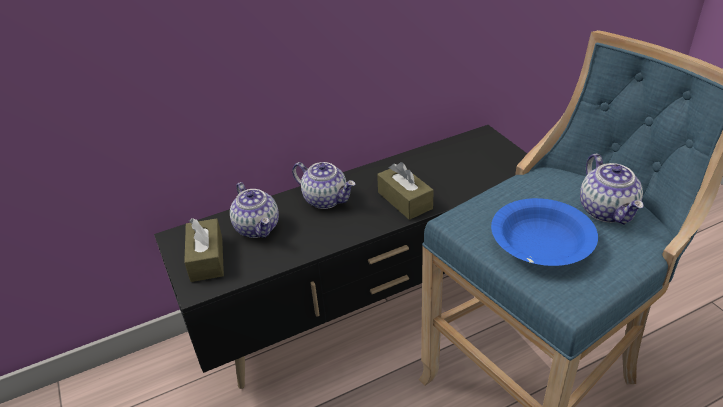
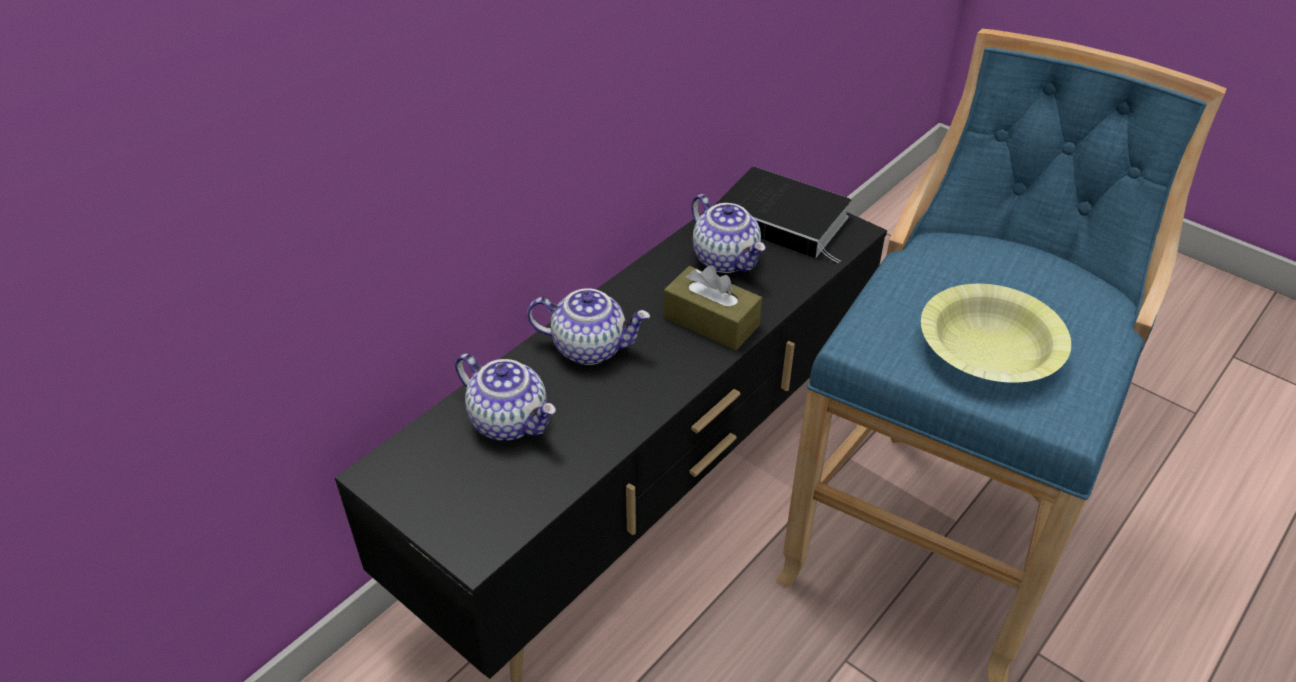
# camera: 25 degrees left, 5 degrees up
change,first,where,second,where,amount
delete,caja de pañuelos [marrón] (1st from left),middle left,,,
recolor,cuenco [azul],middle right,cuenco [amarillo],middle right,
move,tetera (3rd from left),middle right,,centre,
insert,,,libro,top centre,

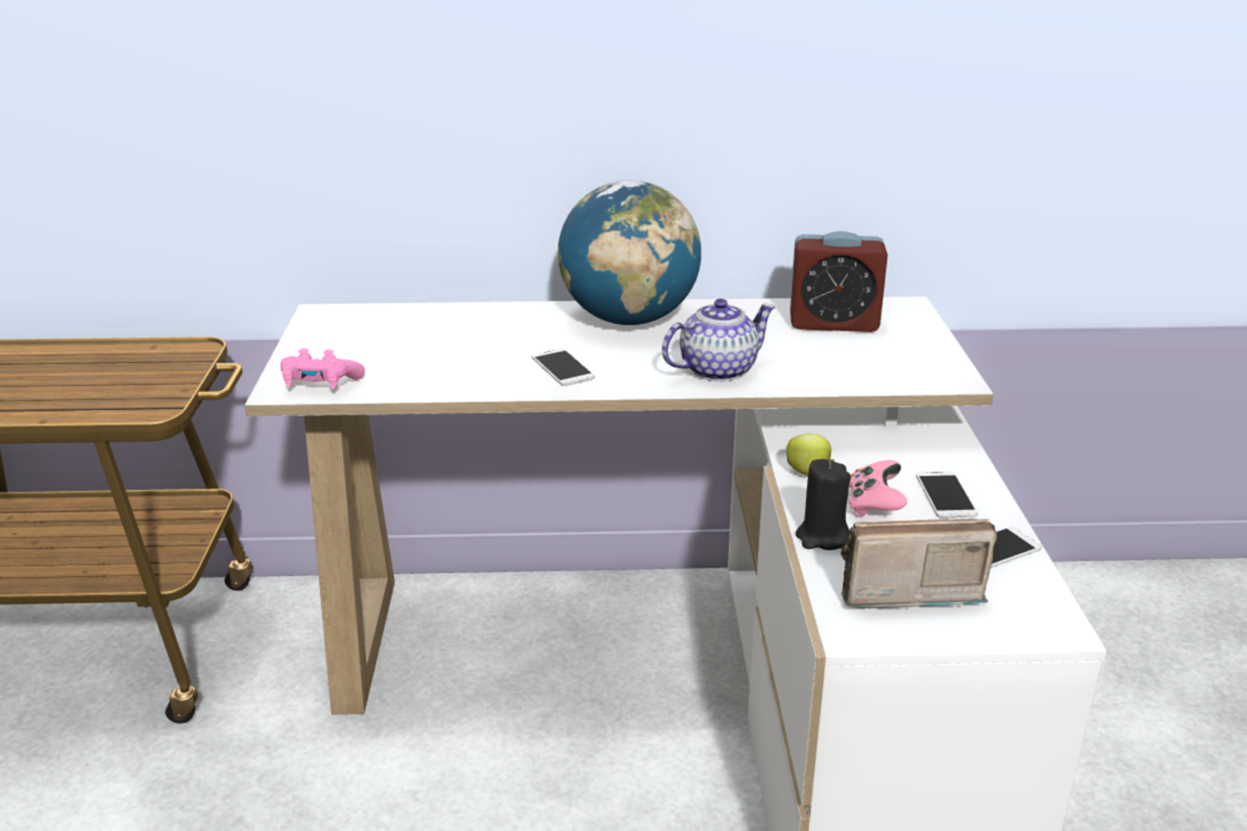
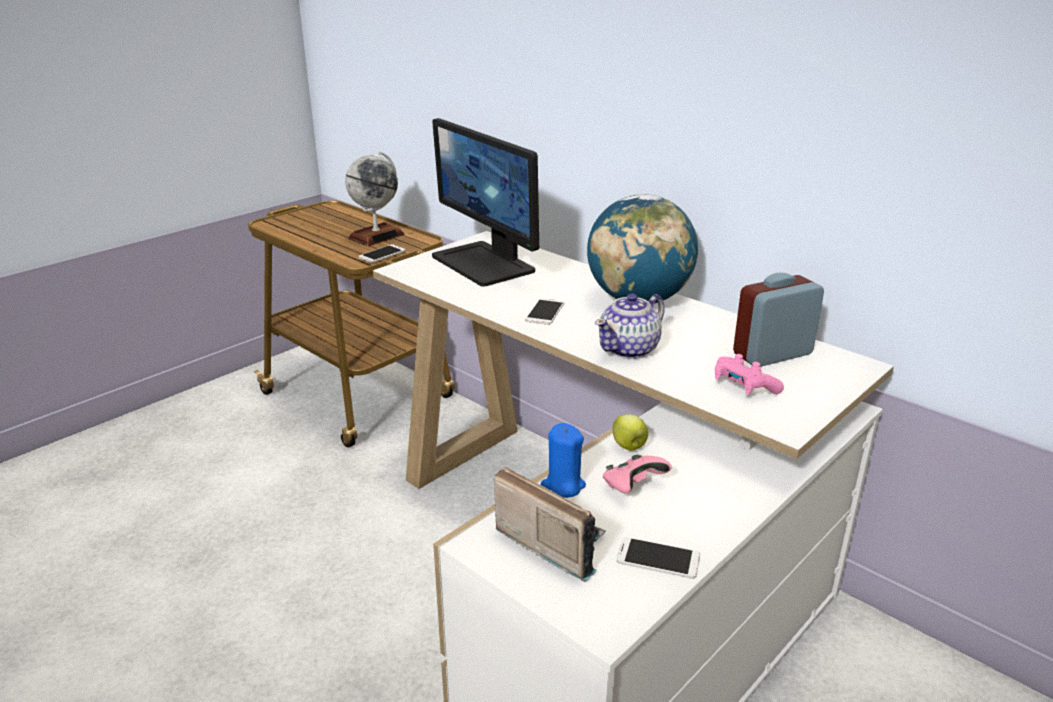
# camera: 45 degrees right, 0 degrees up
change,first,where,second,where,amount
move,mando de consola [rosa] (1st from left in the first image),middle left,mando de consola [rosa] (2nd from left),middle right,
rotate,tetera,centre,,centre,120 degrees clockwise
rotate,despertador,middle right,,middle right,105 degrees clockwise
recolor,vela [negro],centre,vela [azul],centre,
move,móvil (2nd from left in the first image),middle right,móvil (1st from left),centre,
insert,,,globo terráqueo (1st from left),top centre,
insert,,,monitor,top centre,

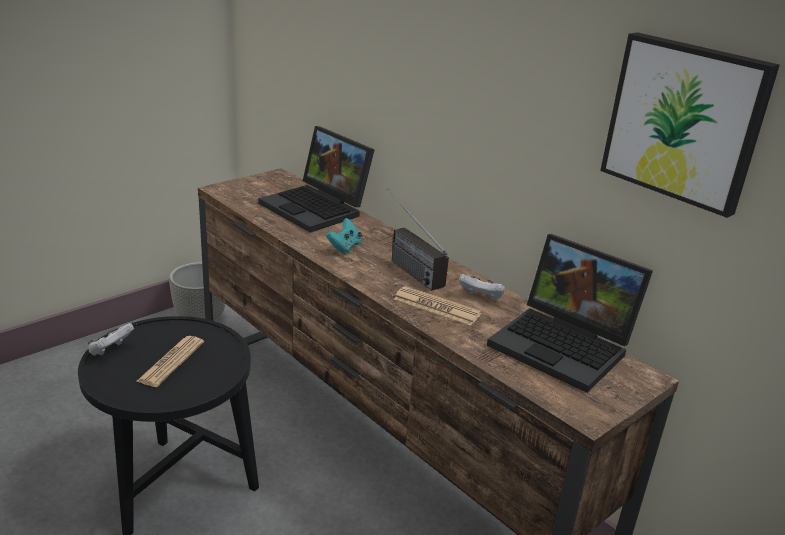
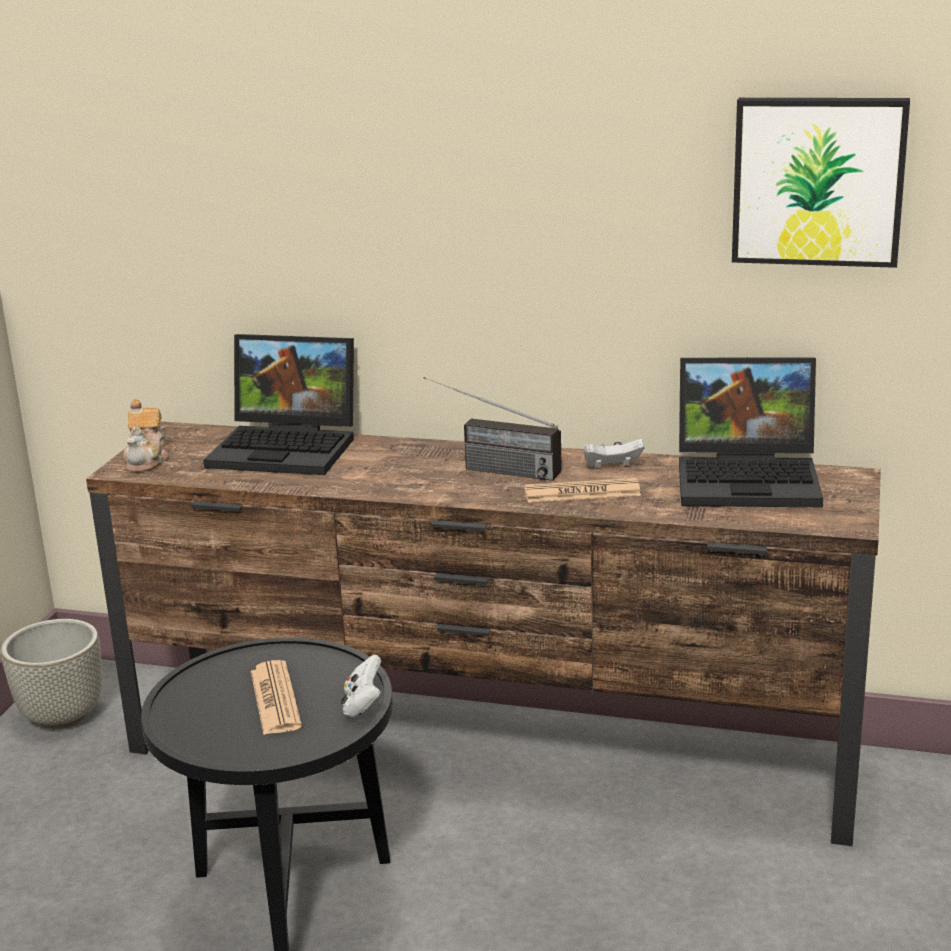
# camera: 30 degrees left, 5 degrees down
change,first,where,second,where,amount
move,mando de consola [blanco] (1st from left),middle left,,bottom centre,
delete,mando de consola [turquesa],centre,,,
insert,,,tetera,middle left,

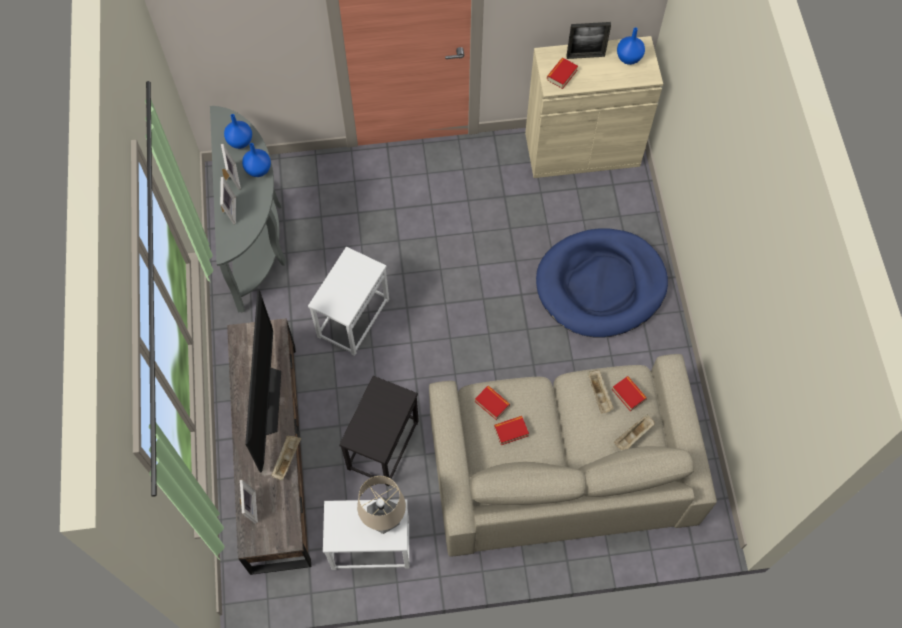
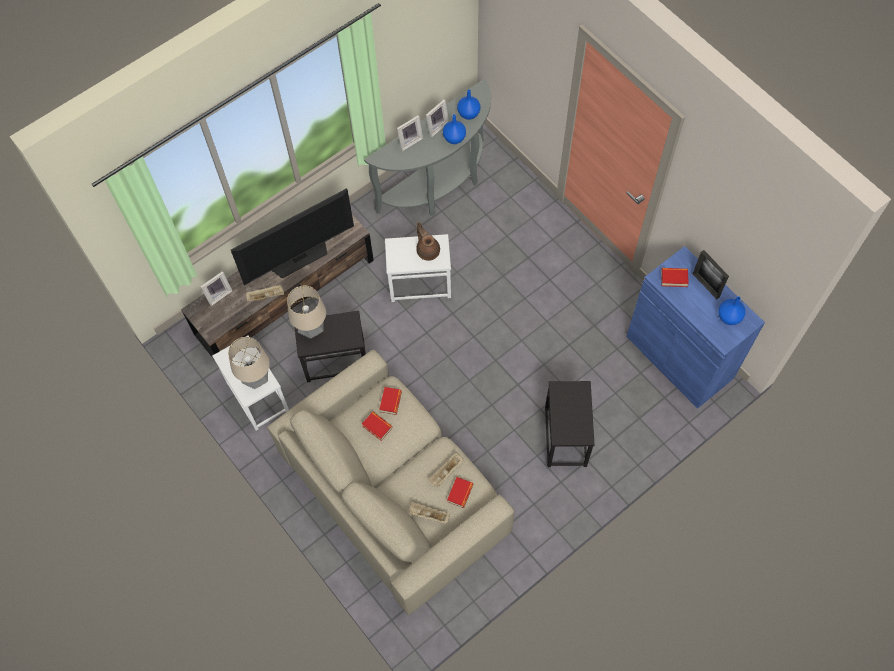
# camera: 60 degrees right, 0 degrees up
change,first,where,second,where,amount
recolor,armario [beis],top centre,armario [azul],middle right,
replace,cama para perro [azul],middle right,mesa auxiliar [negro] (2nd from left),centre,
insert,,,lámpara de mesa (2nd from left),centre,
insert,,,tetera [marrón],centre,

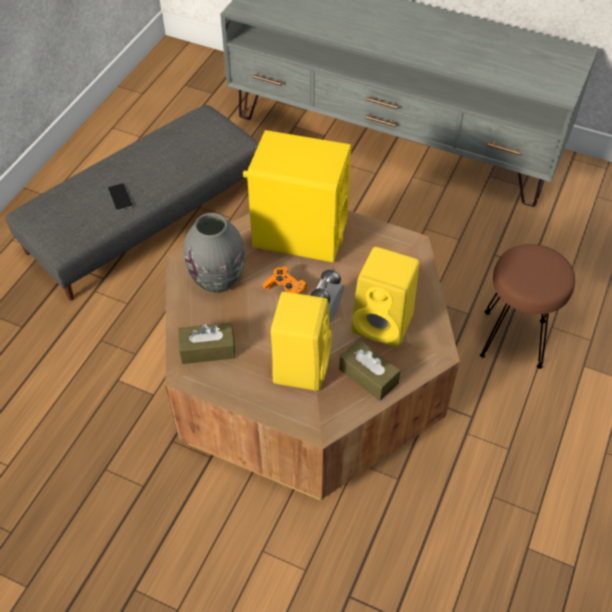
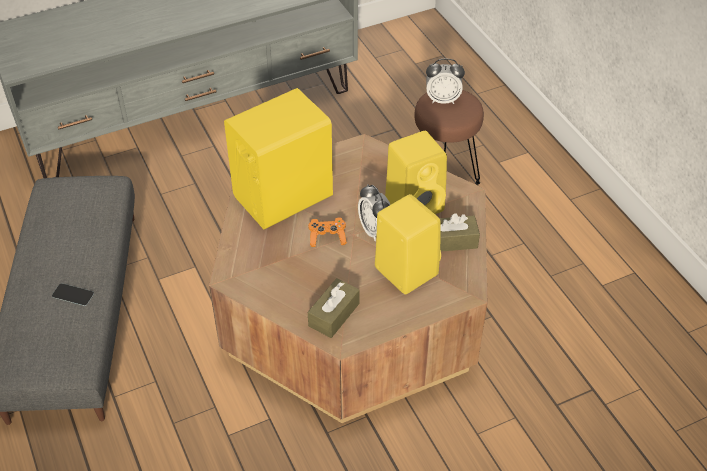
# camera: 50 degrees left, 5 degrees down
change,first,where,second,where,amount
delete,florero [gris],centre,,,
insert,,,despertador (2nd from left),top centre,

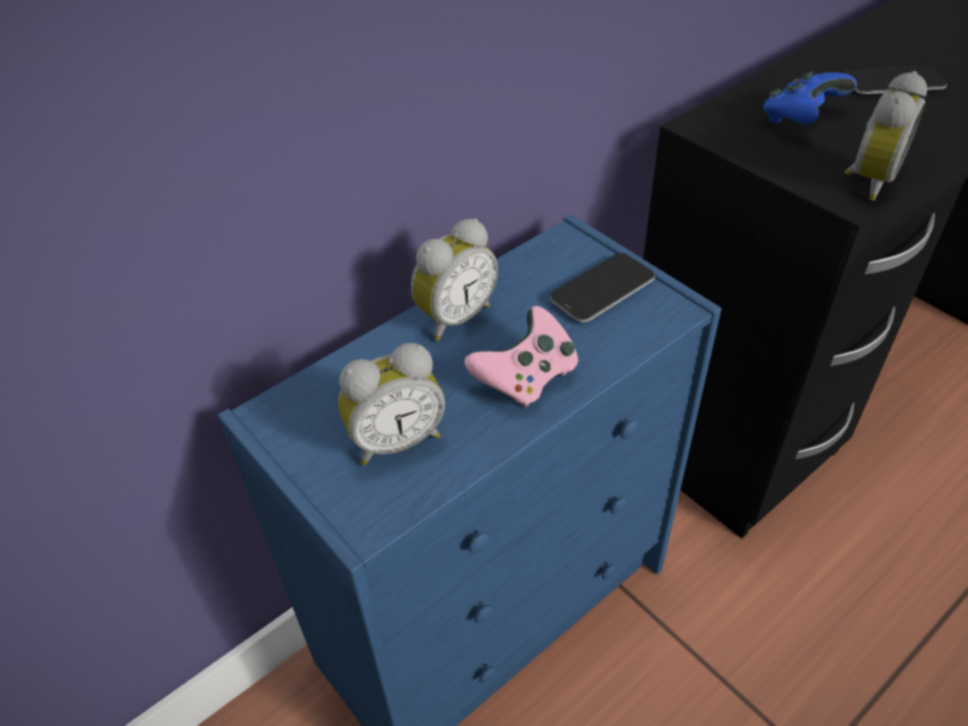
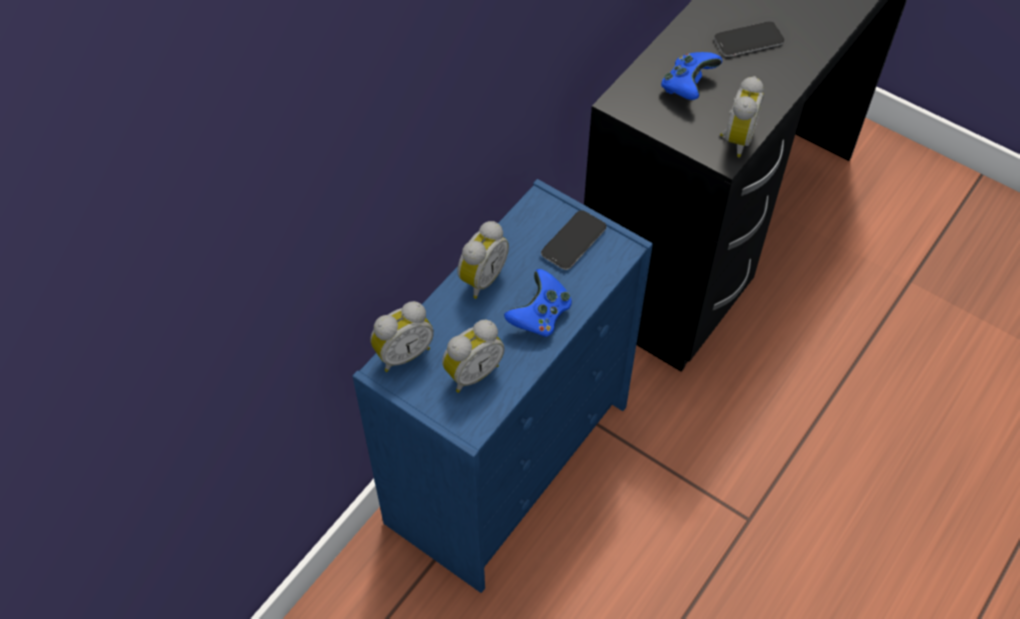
# camera: 15 degrees left, 10 degrees up
change,first,where,second,where,amount
recolor,mando de consola [rosa],centre,mando de consola [azul] (1st from left),centre,
insert,,,despertador (1st from left),centre,

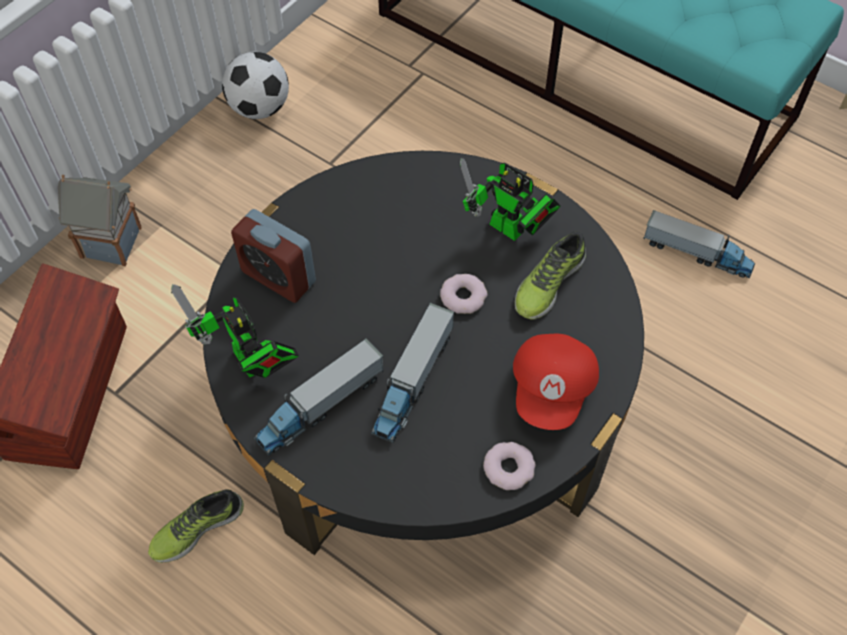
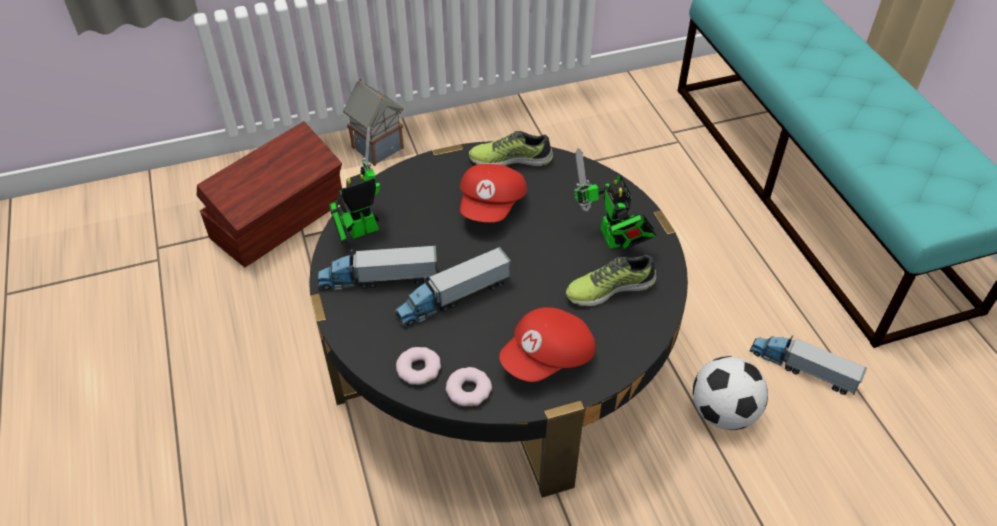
# camera: 35 degrees right, 10 degrees down
change,first,where,second,where,amount
move,zapato (1st from left),bottom left,,top centre,
rotate,robot de juguete (1st from left),middle left,,centre,60 degrees clockwise
move,balón de fútbol,top left,,bottom right,
delete,despertador,middle left,,,
move,rosquilla (1st from left),centre,,bottom centre,
rotate,camión de juguete (3rd from left),middle right,,bottom right,150 degrees clockwise
insert,,,gorra [rojo] (1st from left),centre,

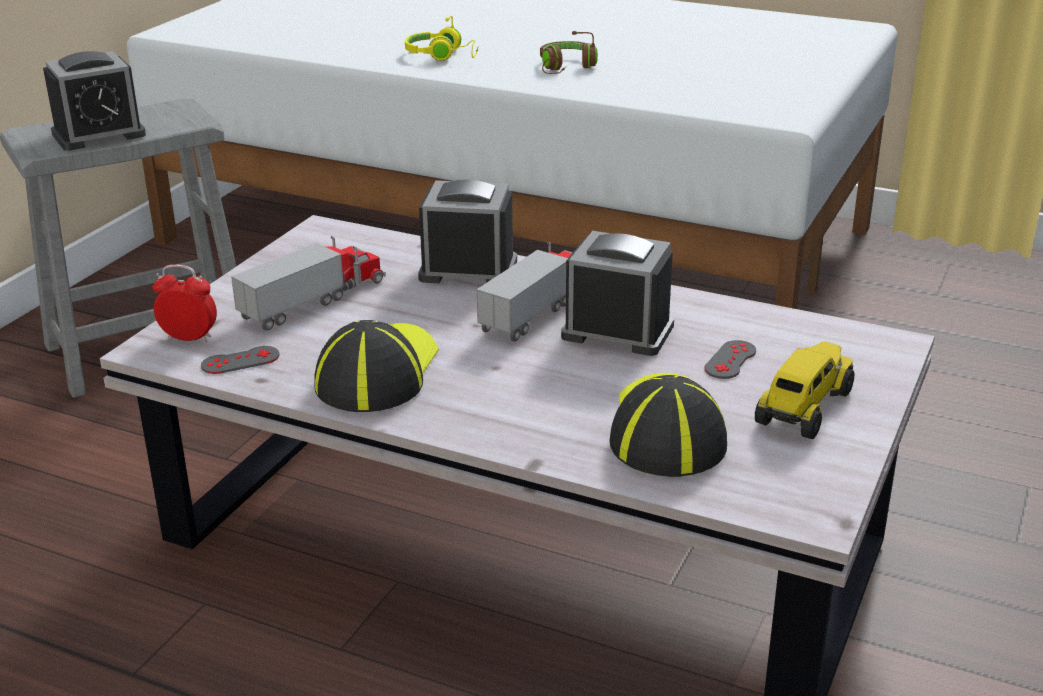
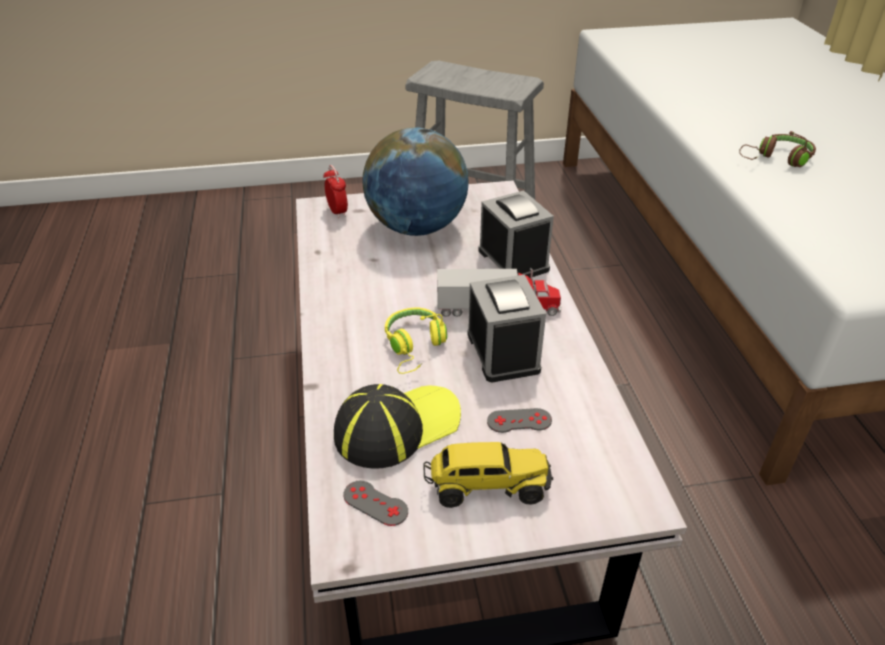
# camera: 55 degrees right, 10 degrees up
change,first,where,second,where,amount
delete,despertador (1st from left),top left,,,
move,mando de consola [gris] (1st from left),middle left,,bottom centre,
replace,camión de juguete (1st from left),middle left,globo terráqueo,top centre,
delete,gorra (1st from left),centre,,,
move,auriculares [amarillo],top centre,,centre,

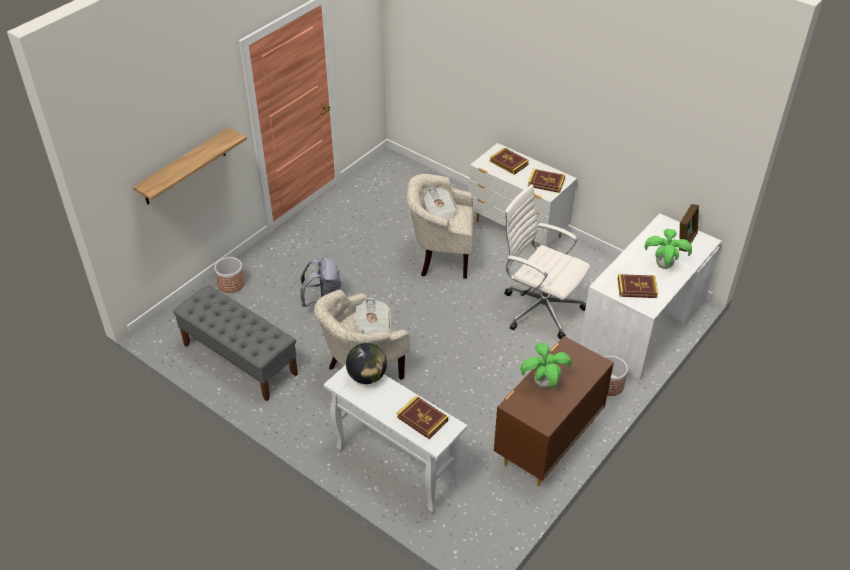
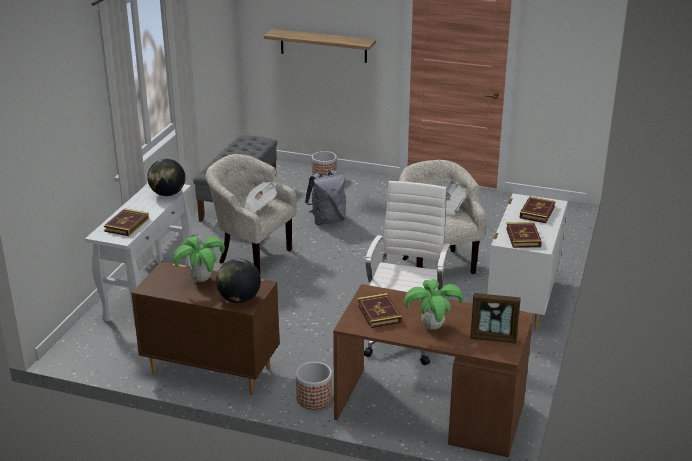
# camera: 70 degrees right, 15 degrees down
change,first,where,second,where,amount
recolor,escritorio [blanco],middle right,escritorio [marrón],bottom centre,
insert,,,globo terráqueo (2nd from left),centre,

